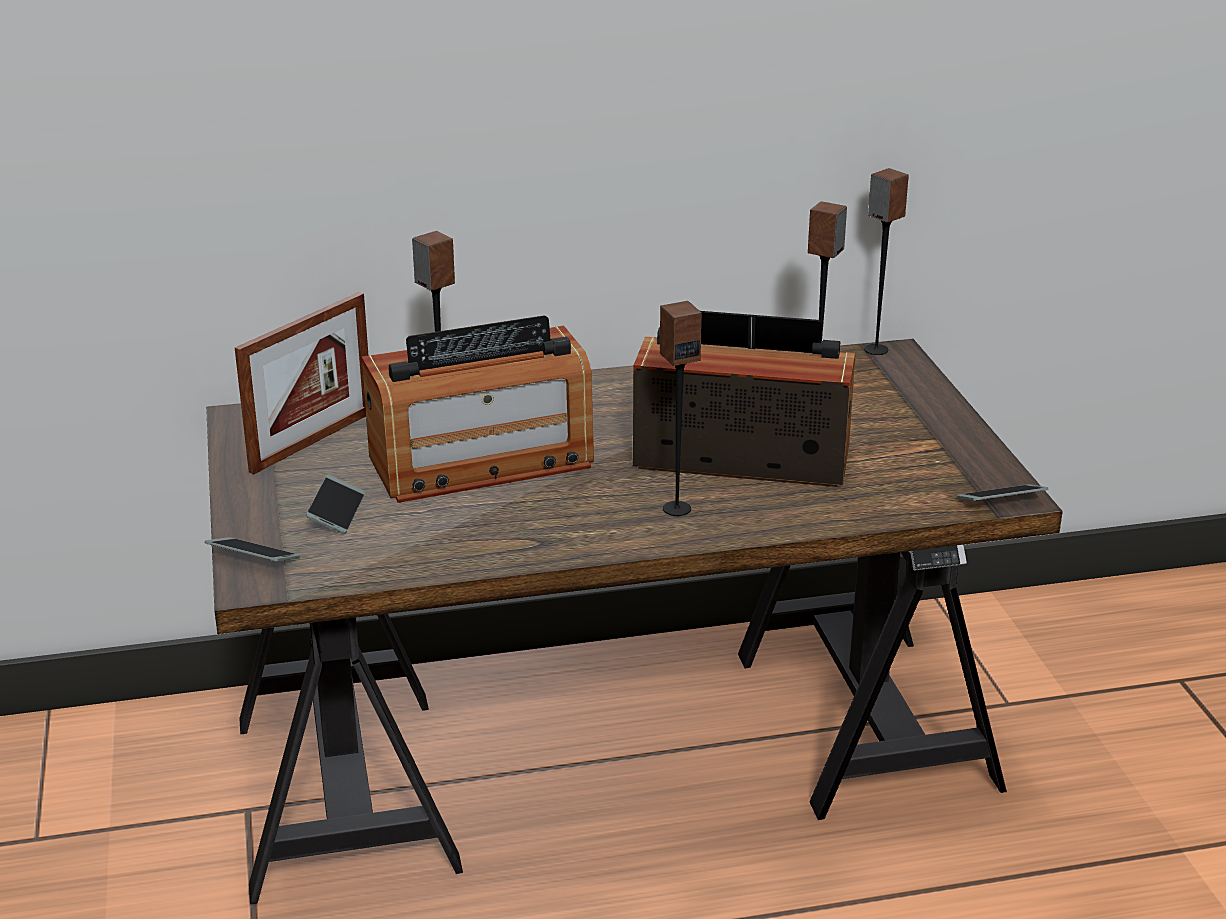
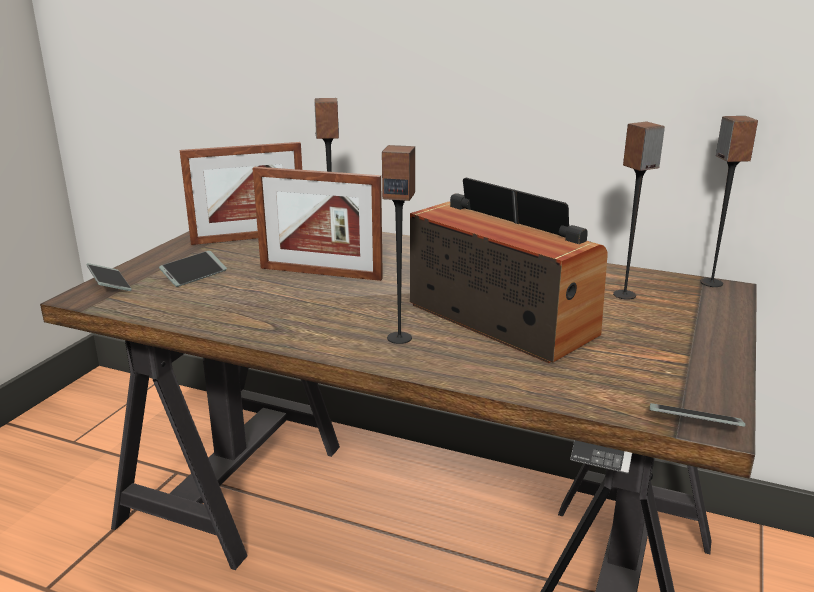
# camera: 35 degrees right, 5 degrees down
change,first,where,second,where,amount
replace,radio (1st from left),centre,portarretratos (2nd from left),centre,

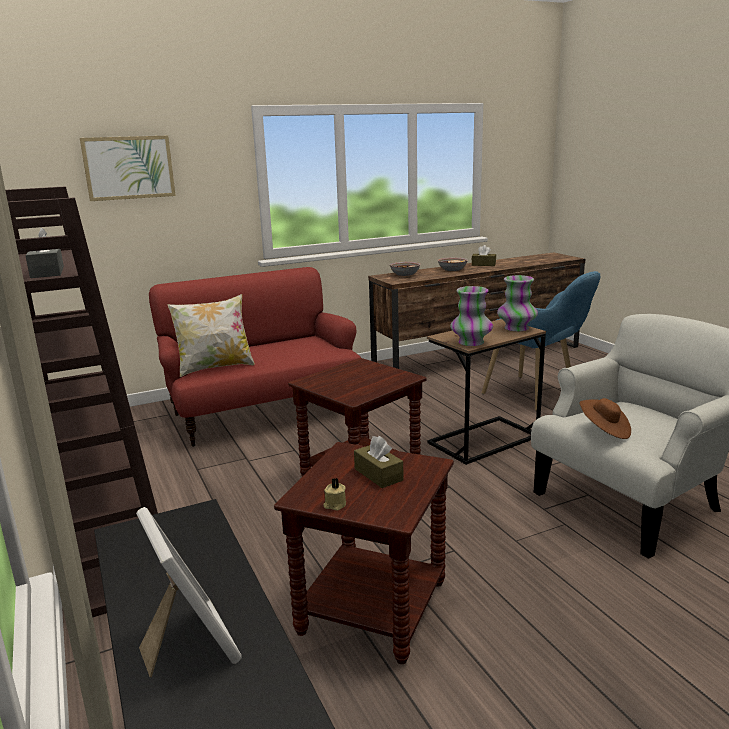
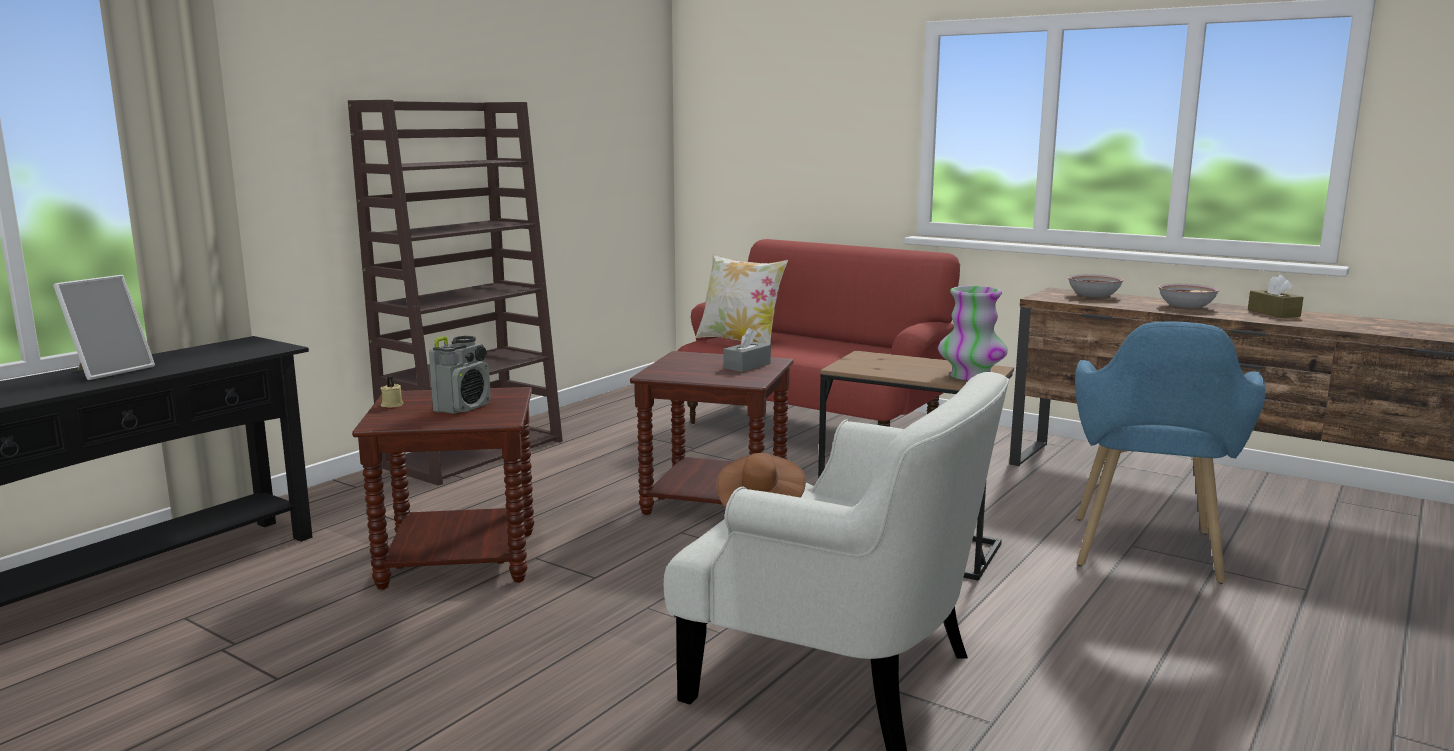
# camera: 60 degrees right, 5 degrees down
change,first,where,second,where,amount
move,caja de pañuelos [gris],middle left,,centre,
delete,cuadro,top left,,,
replace,caja de pañuelos [marrón] (1st from left),centre,radio,middle left,
delete,florero (1st from left),centre,,,

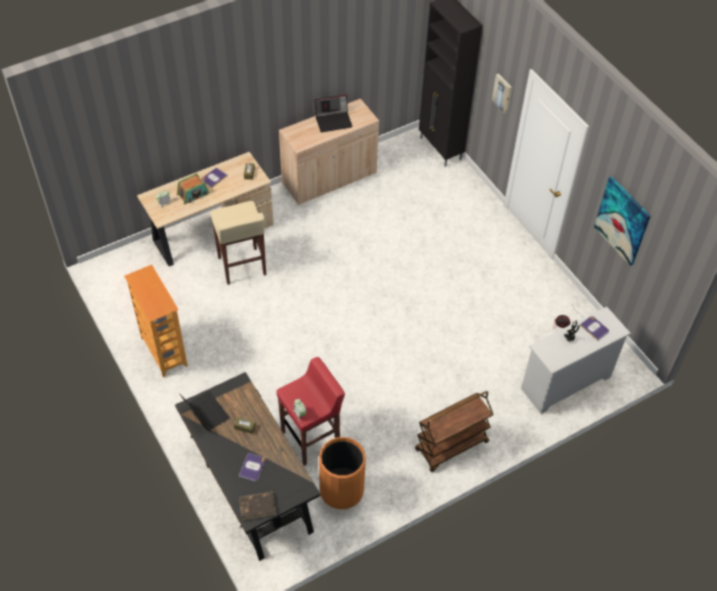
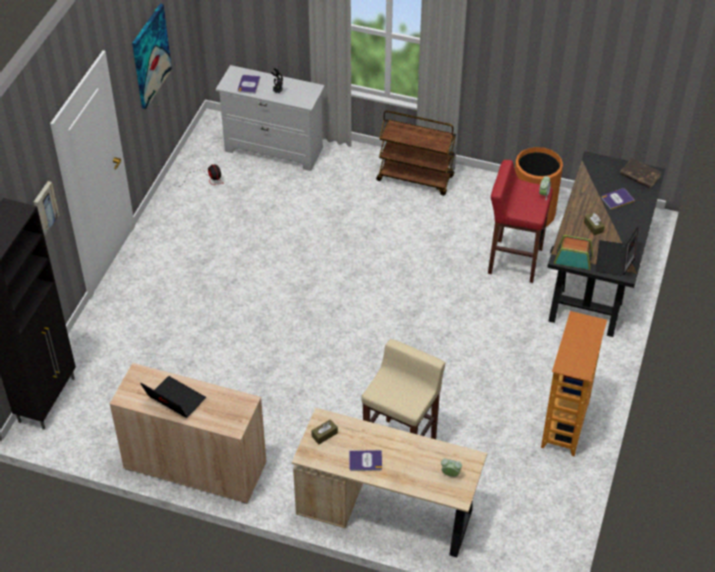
# camera: 130 degrees left, 5 degrees down
change,first,where,second,where,amount
move,radio,top left,,middle right,

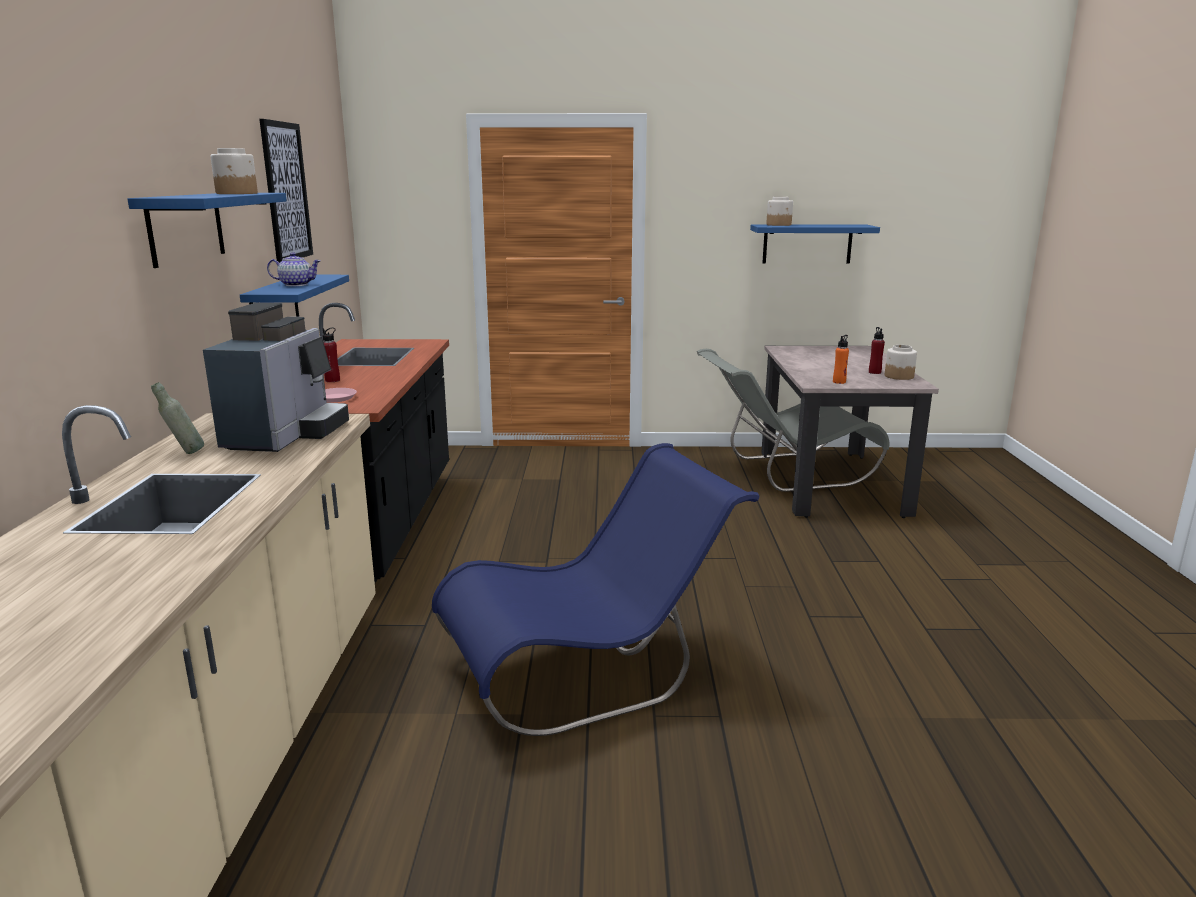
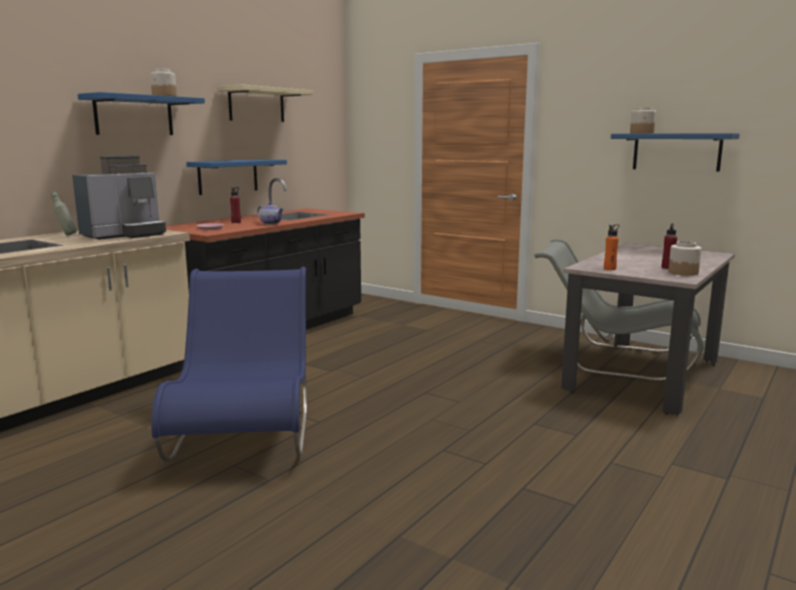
# camera: 35 degrees right, 5 degrees down
change,first,where,second,where,amount
replace,cuadro,top left,estante [beis],top left,
move,tetera,top left,,centre,
rotate,silla [azul],centre,,middle left,105 degrees counterclockwise

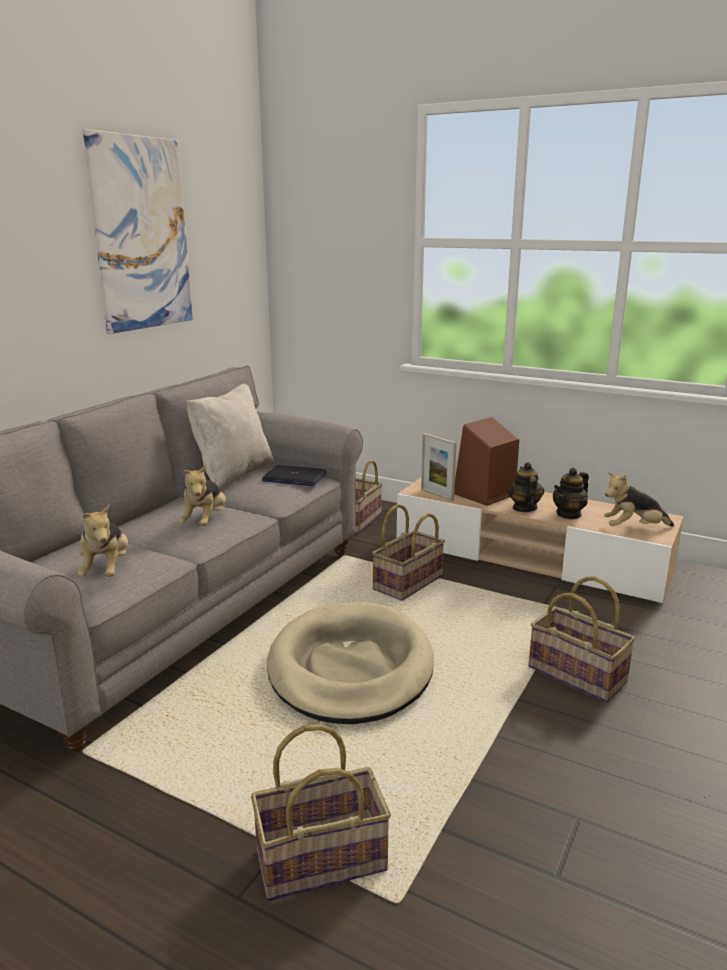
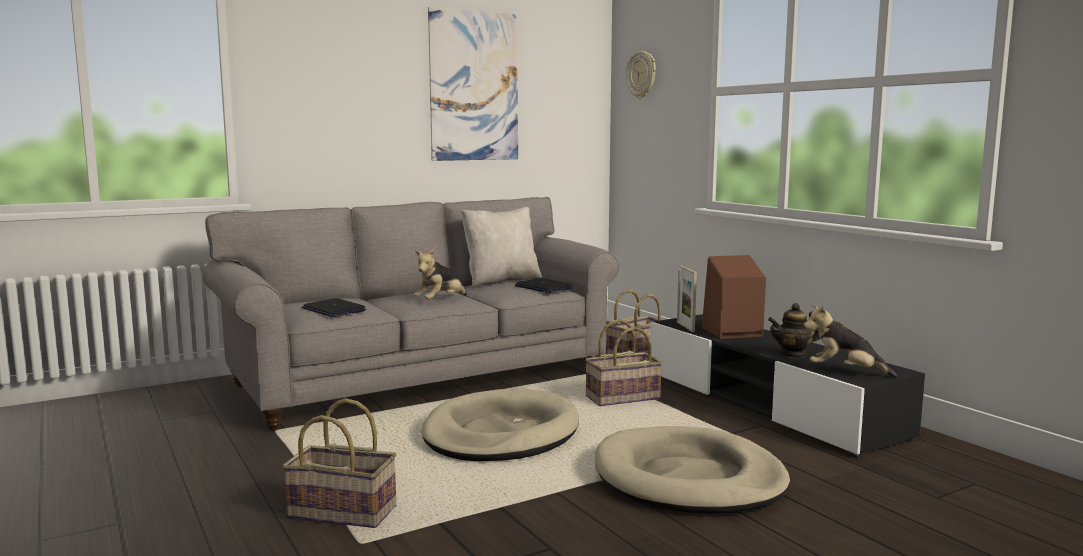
# camera: 30 degrees right, 10 degrees down
change,first,where,second,where,amount
replace,peluche (1st from left),middle left,portátil (1st from left),middle left,
recolor,mueble de televisión [beis],middle right,mueble de televisión [negro],bottom right,
delete,tetera (1st from left),middle right,,,
replace,cesta (4th from left),middle right,cama para perro [beis] (2nd from left),bottom centre,
insert,,,reloj de pared,top centre,

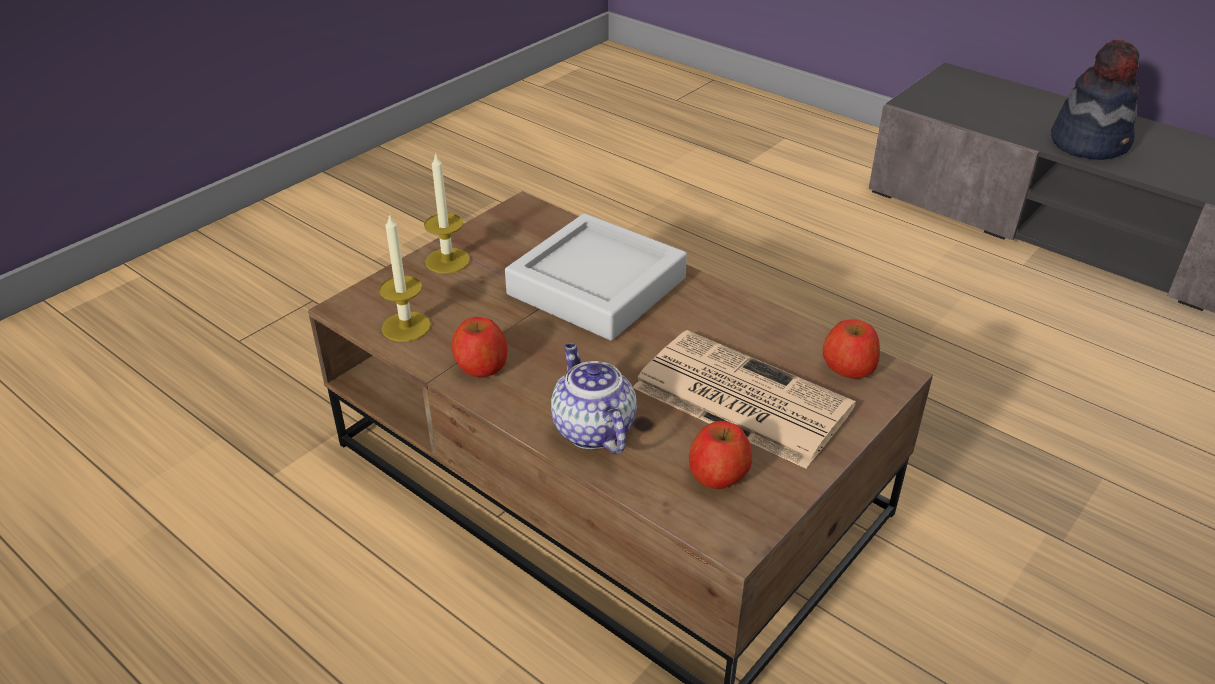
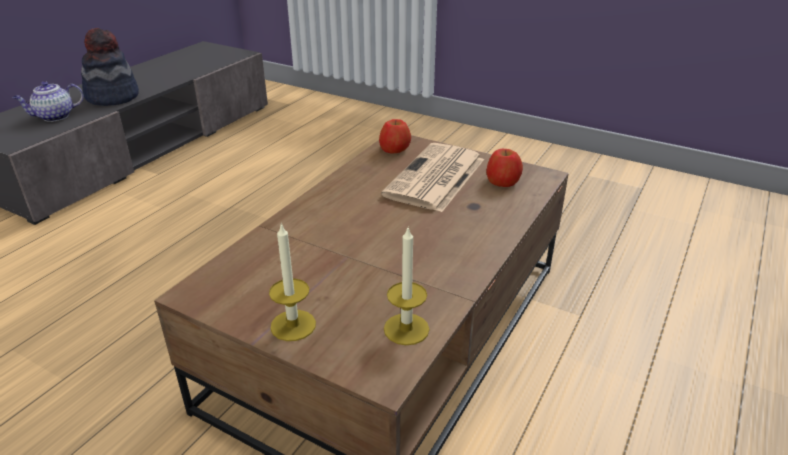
# camera: 100 degrees left, 5 degrees down
change,first,where,second,where,amount
delete,manzana (1st from left),centre,,,
delete,bandeja [gris],centre,,,
move,tetera,centre,,top left,

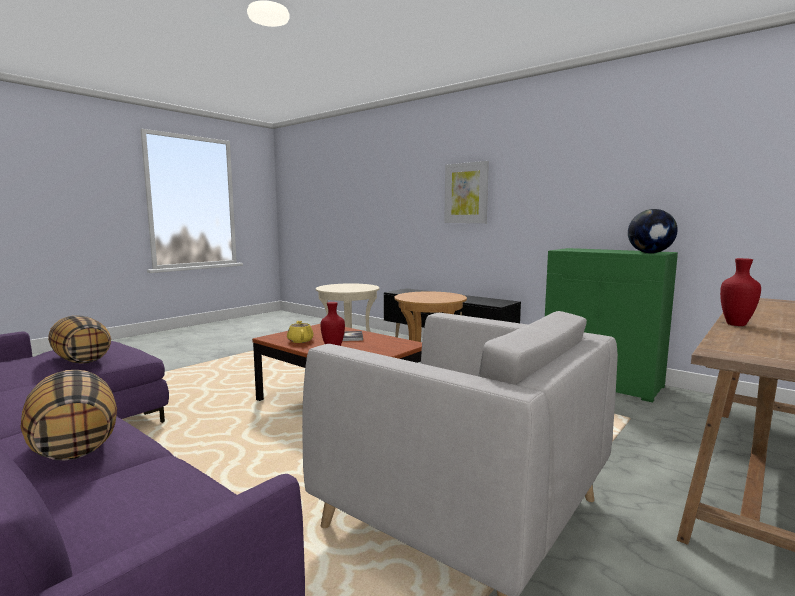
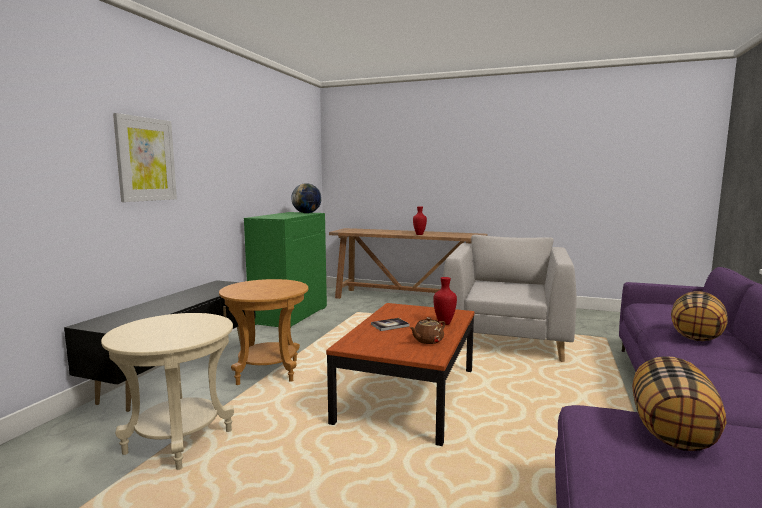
# camera: 110 degrees left, 0 degrees up
change,first,where,second,where,amount
recolor,tetera [amarillo],centre,tetera [marrón],centre,

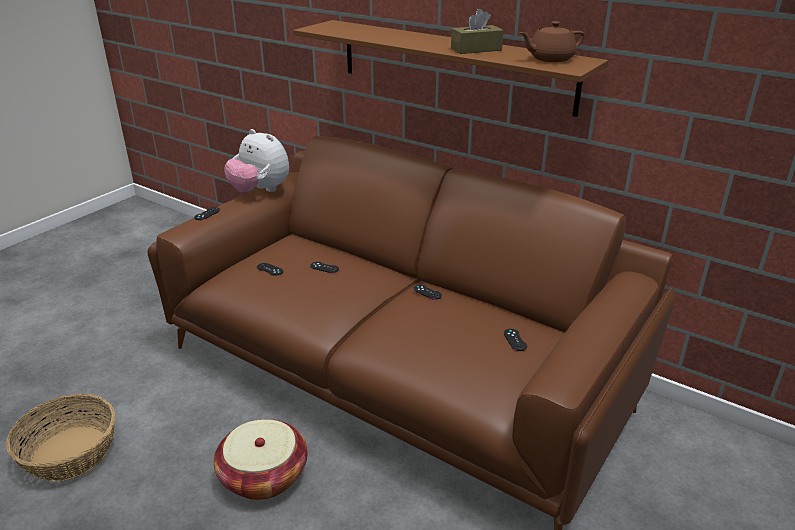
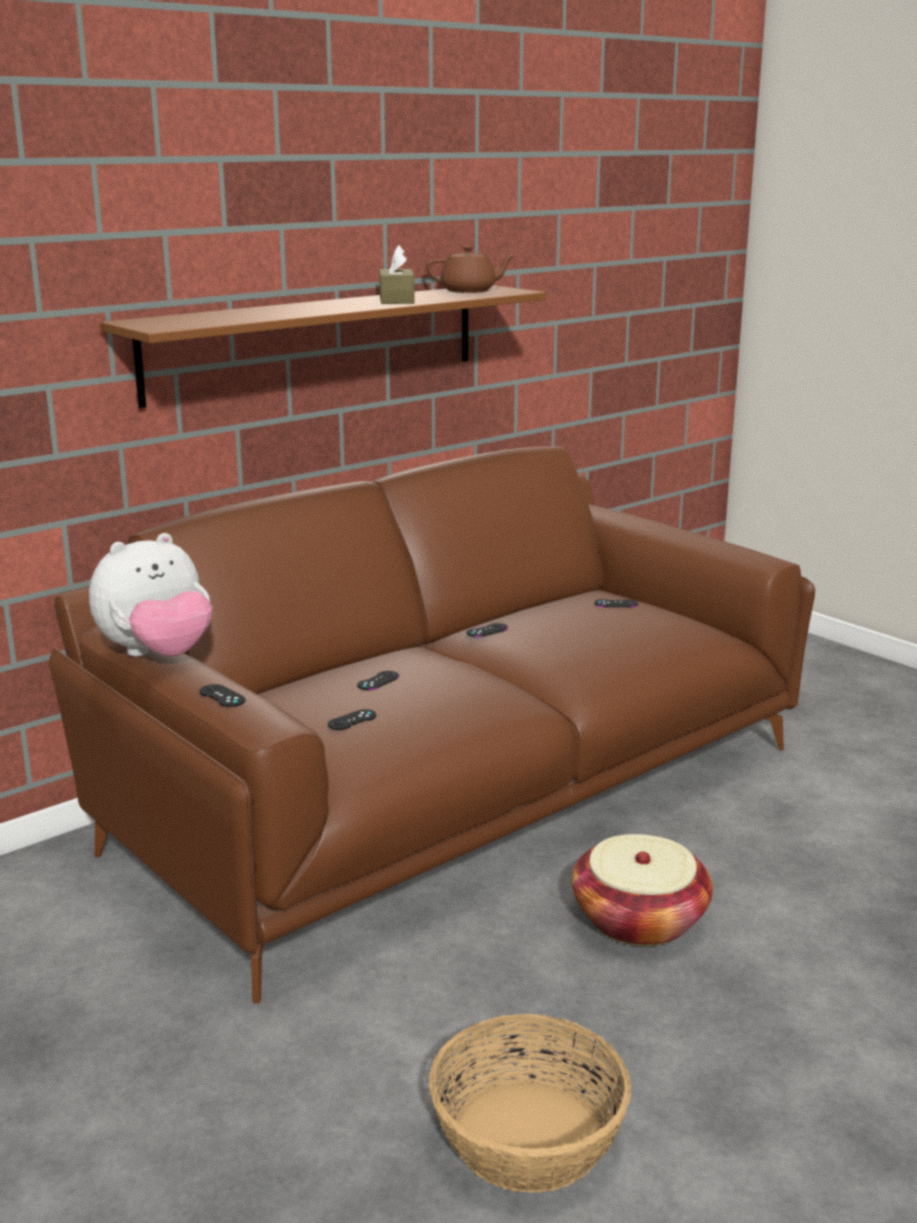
# camera: 75 degrees left, 10 degrees down
change,first,where,second,where,amount
rotate,tetera [marrón],top right,,top centre,90 degrees counterclockwise

